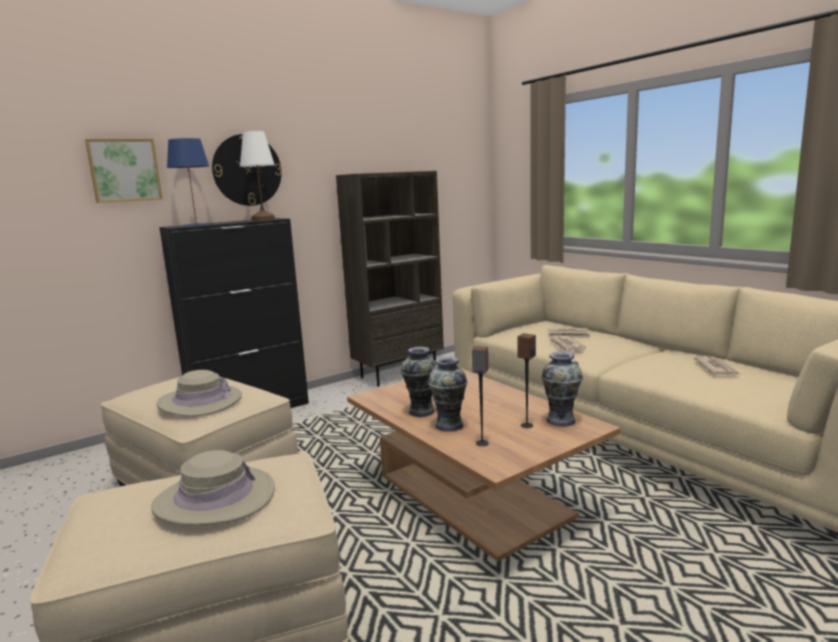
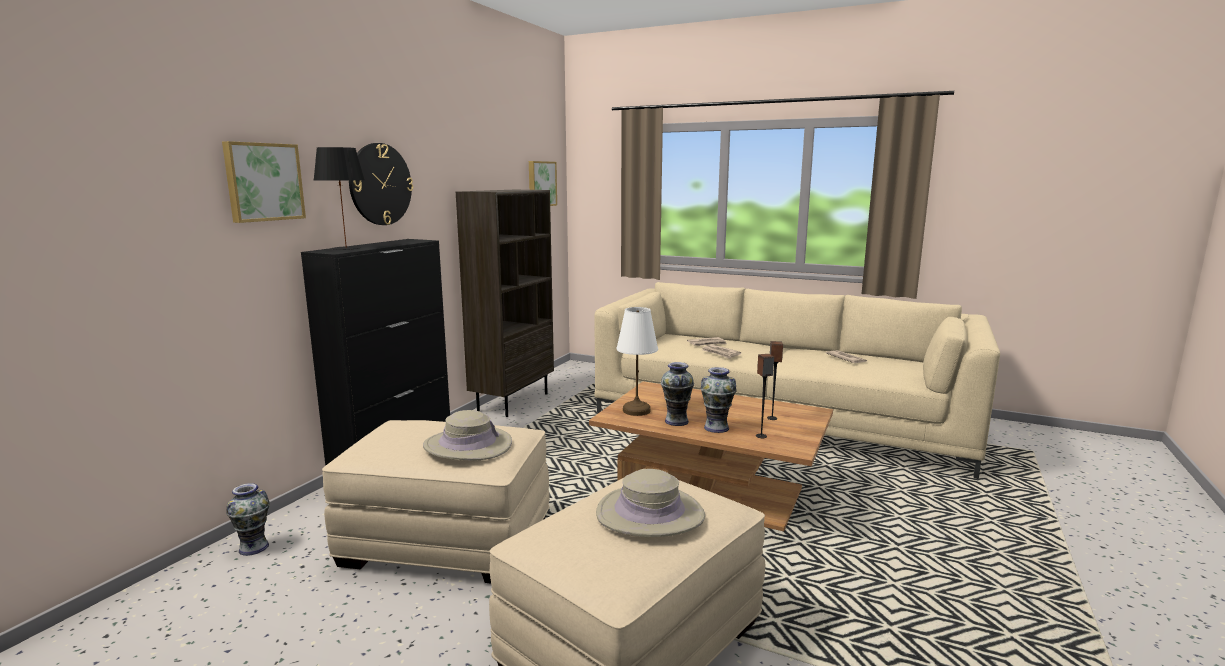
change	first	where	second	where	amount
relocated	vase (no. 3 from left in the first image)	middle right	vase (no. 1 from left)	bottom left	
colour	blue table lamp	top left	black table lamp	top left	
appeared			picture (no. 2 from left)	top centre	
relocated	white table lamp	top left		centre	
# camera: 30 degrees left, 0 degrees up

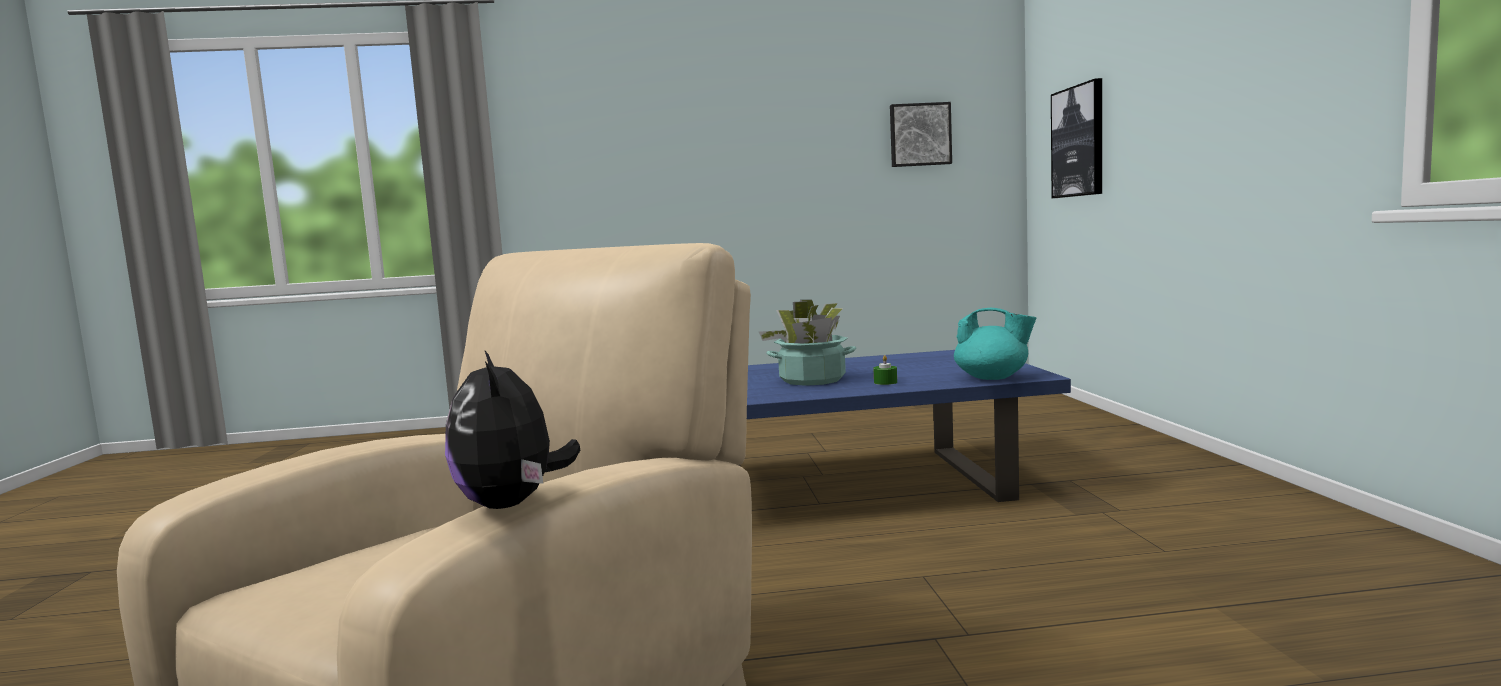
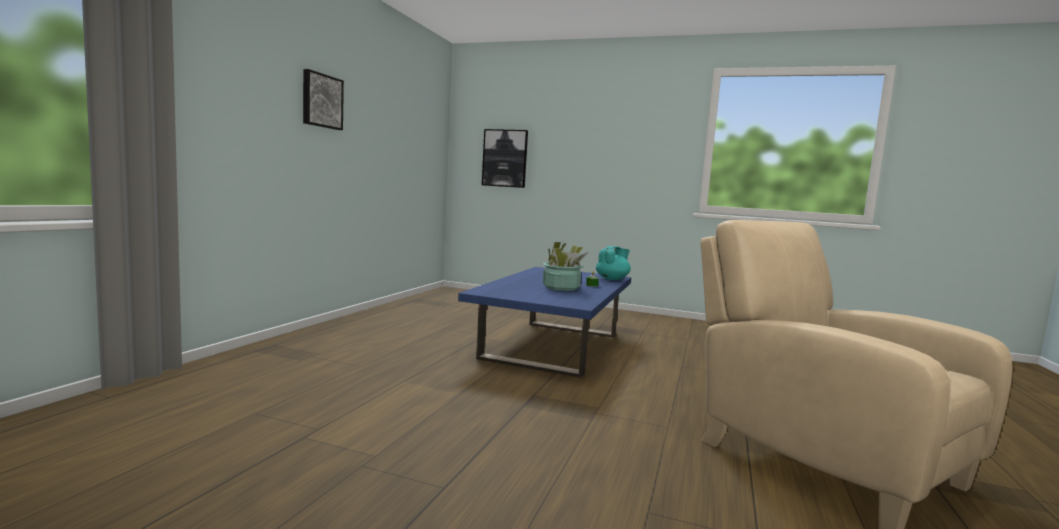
change	first	where	second	where	amount
relocated	picture (no. 1 from left)	top centre		top left	
missing	plush toy	centre			
# camera: 65 degrees left, 0 degrees up

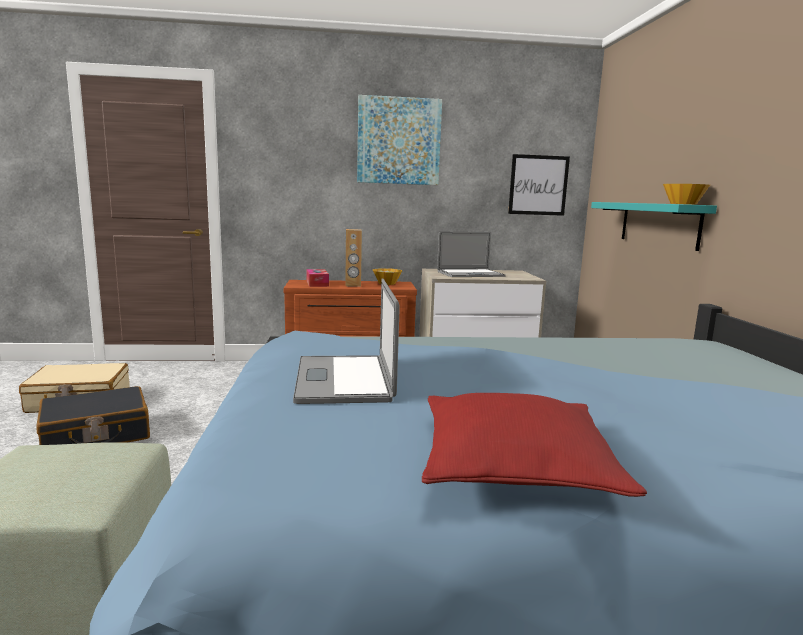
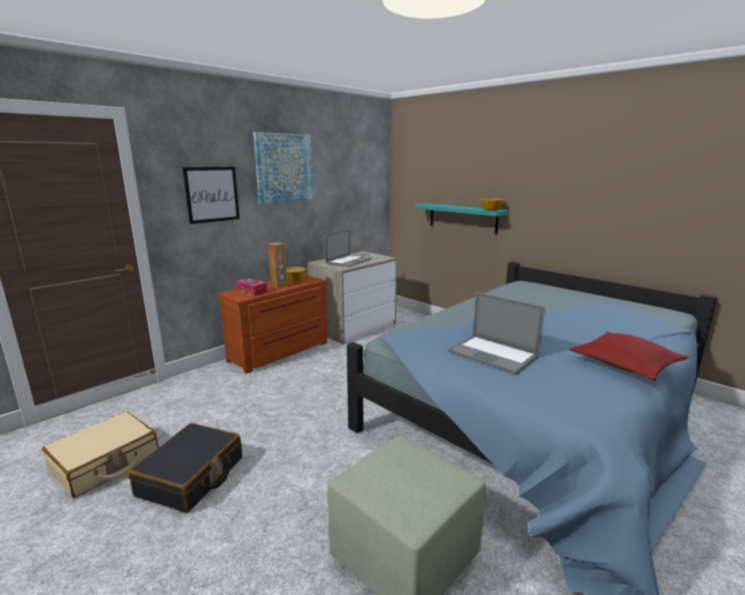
change	first	where	second	where	amount
relocated	picture (no. 2 from left in the first image)	top right	picture (no. 1 from left)	top left	
# camera: 40 degrees left, 5 degrees up

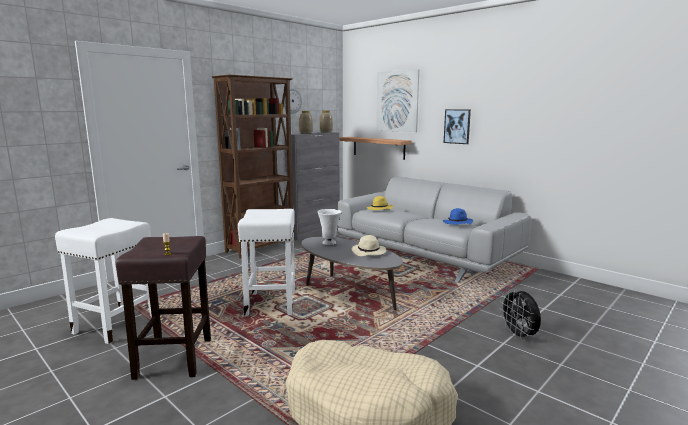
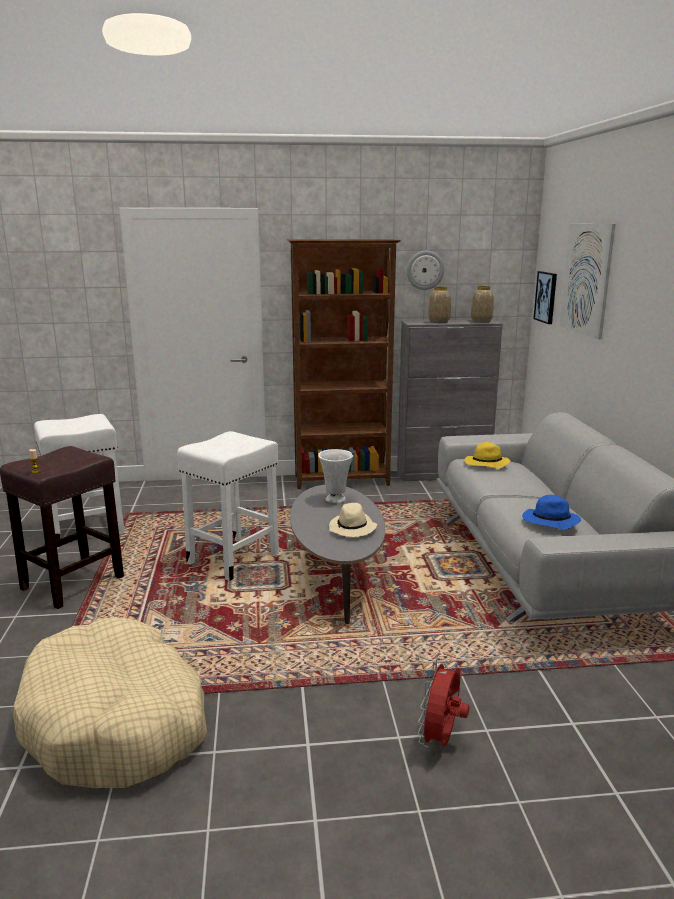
change	first	where	second	where	amount
colour	black fan	bottom right	red fan	bottom centre	
relocated	picture (no. 2 from left in the first image)	top centre	picture (no. 1 from left)	top right	
missing	shelf	centre			
# camera: 40 degrees right, 5 degrees up

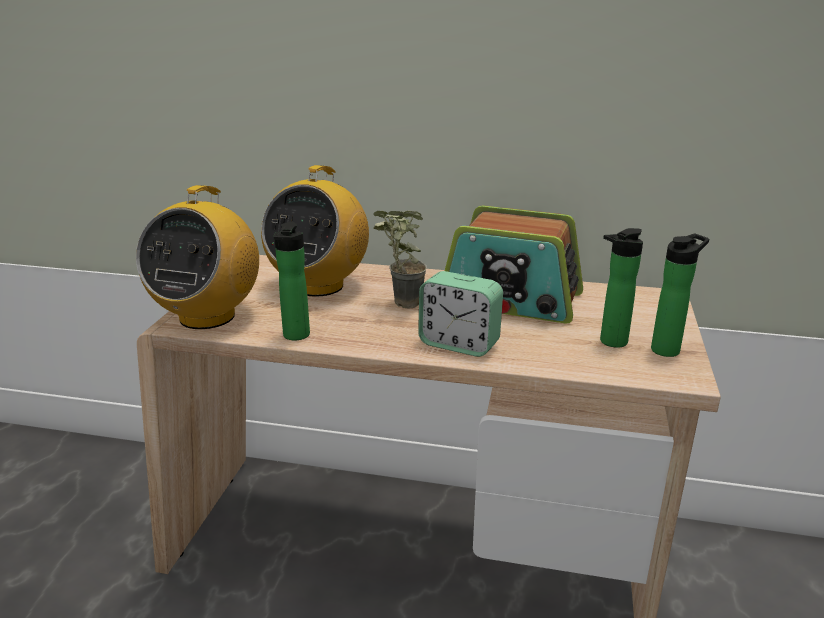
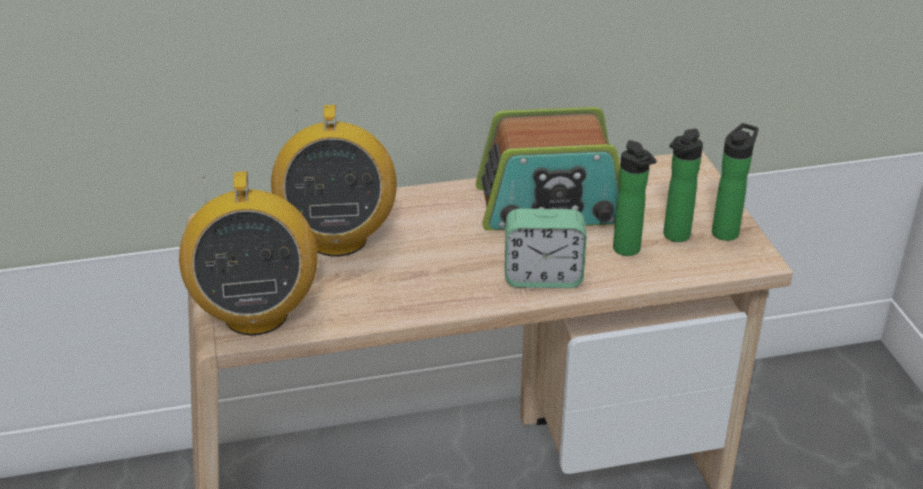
change	first	where	second	where	amount
relocated	bottle (no. 1 from left)	centre		middle right	
missing	potted plant	centre			
# camera: 25 degrees left, 10 degrees up

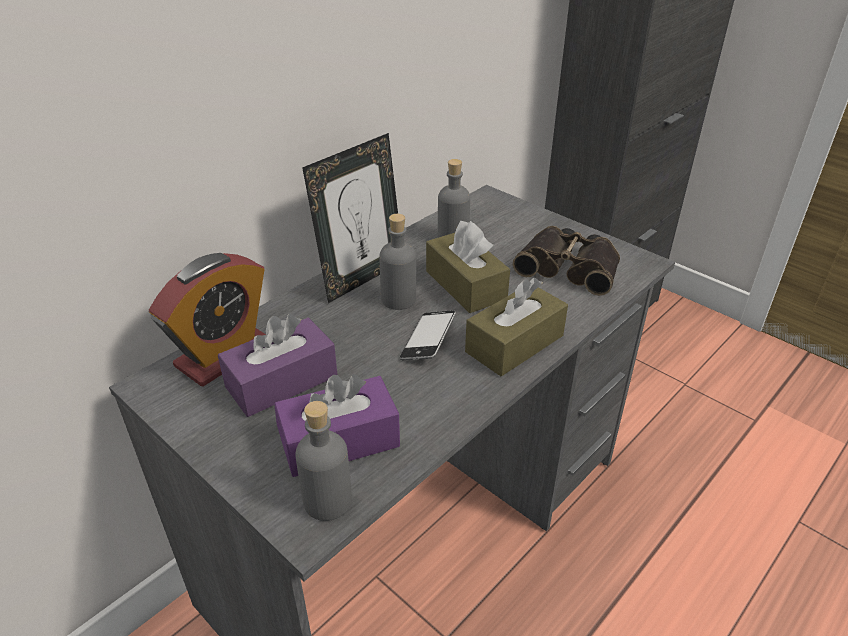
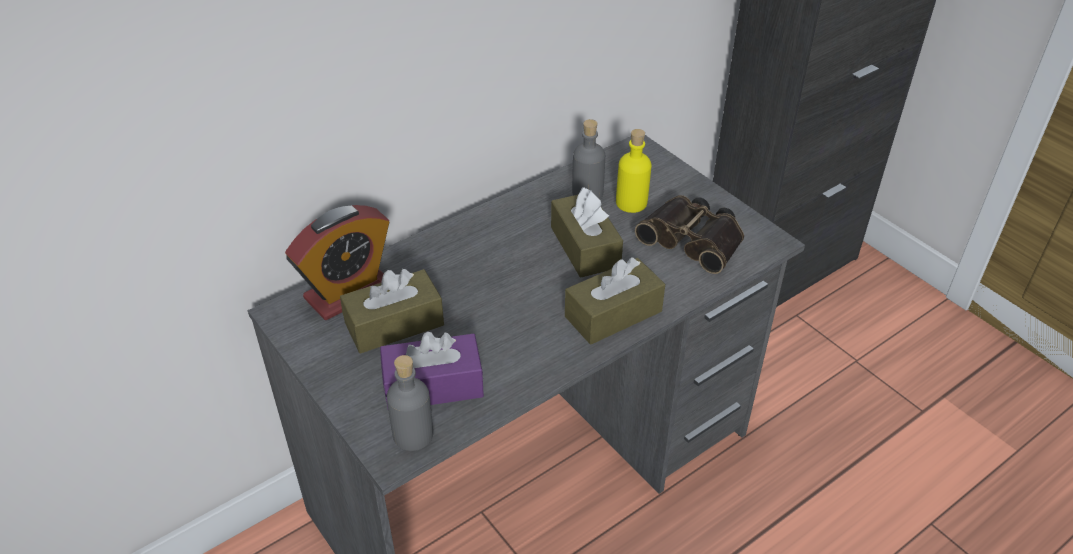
change	first	where	second	where	amount
colour	purple tissue box (no. 1 from left)	middle left	brown tissue box (no. 1 from left)	centre	
appeared			yellow bottle	top centre	
missing	picture frame	centre			
missing	grey bottle (no. 2 from left)	centre			
missing	phone	centre			
# camera: 10 degrees right, 5 degrees up

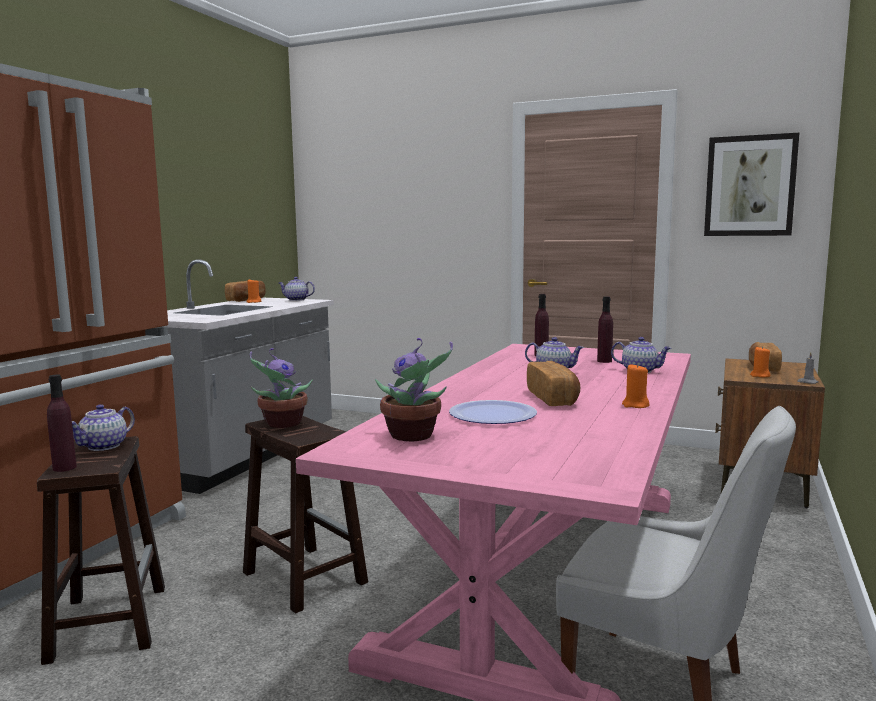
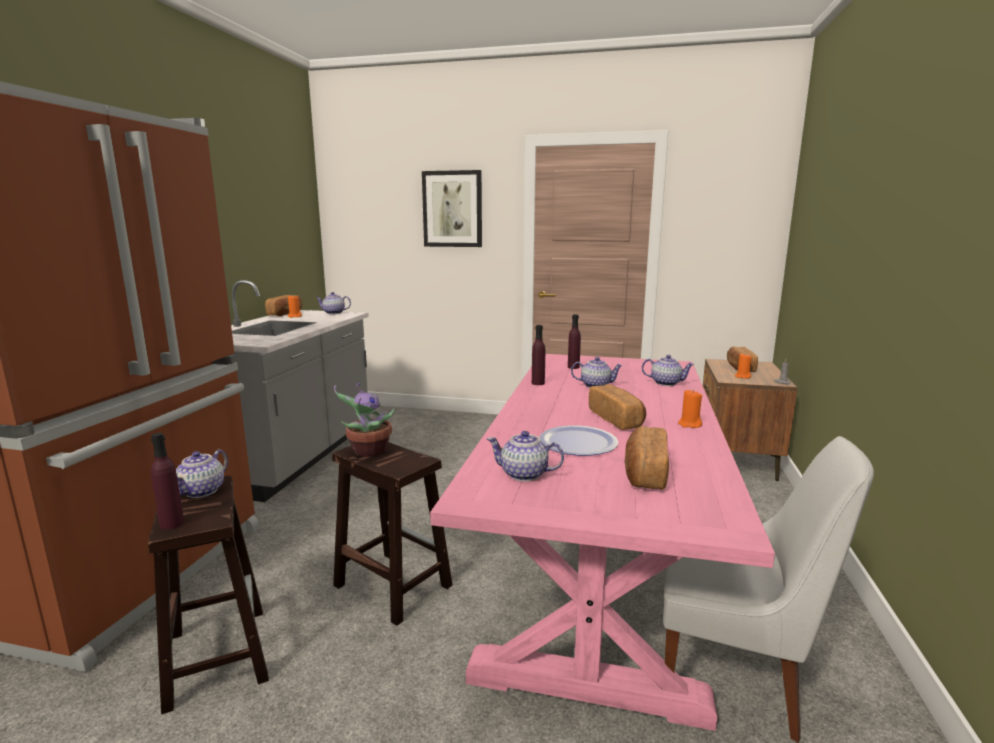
change	first	where	second	where	amount
relocated	picture	top right		top centre	
exchanged	potted plant (no. 2 from left)	centre	teapot (no. 3 from left)	centre	
relocated	purple bottle (no. 3 from left in the first image)	middle right	purple bottle (no. 2 from left)	centre	
appeared			bread (no. 3 from left)	centre	
# camera: 10 degrees left, 5 degrees up

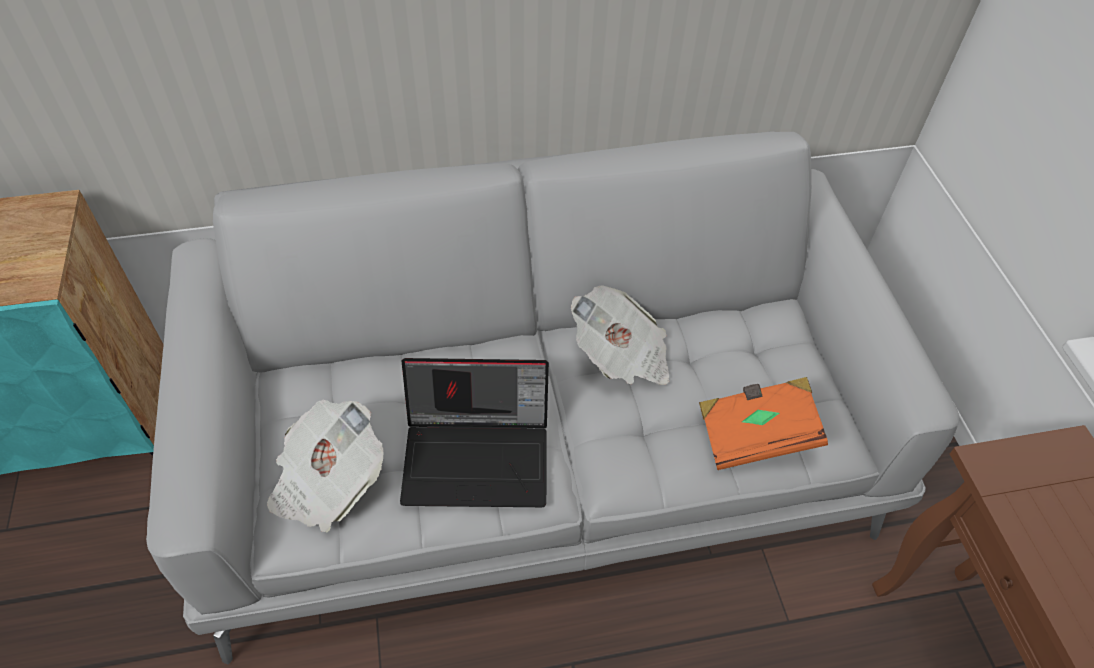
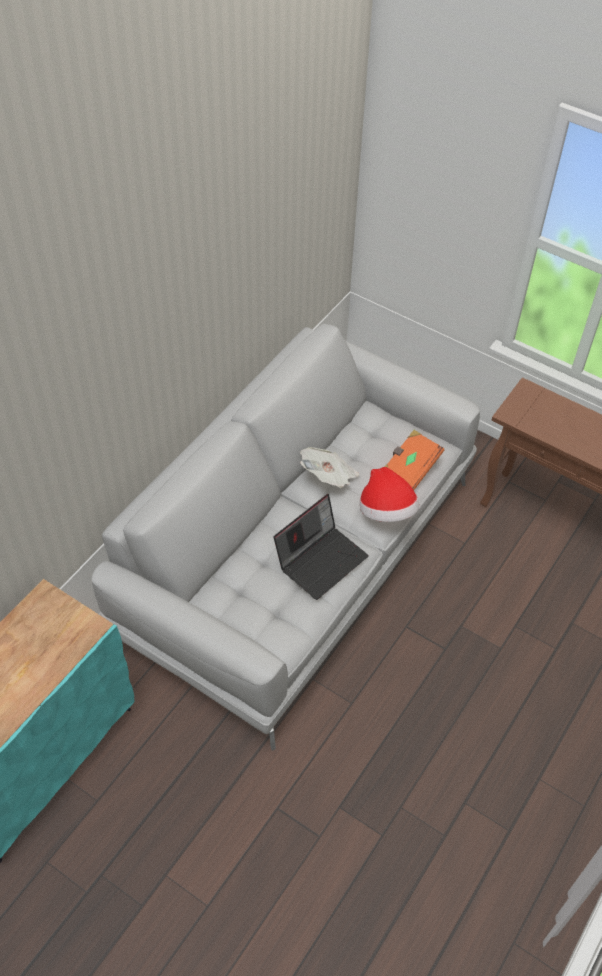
change	first	where	second	where	amount
appeared			hat	centre	
missing	newspaper (no. 1 from left)	bottom left			
# camera: 45 degrees left, 0 degrees up

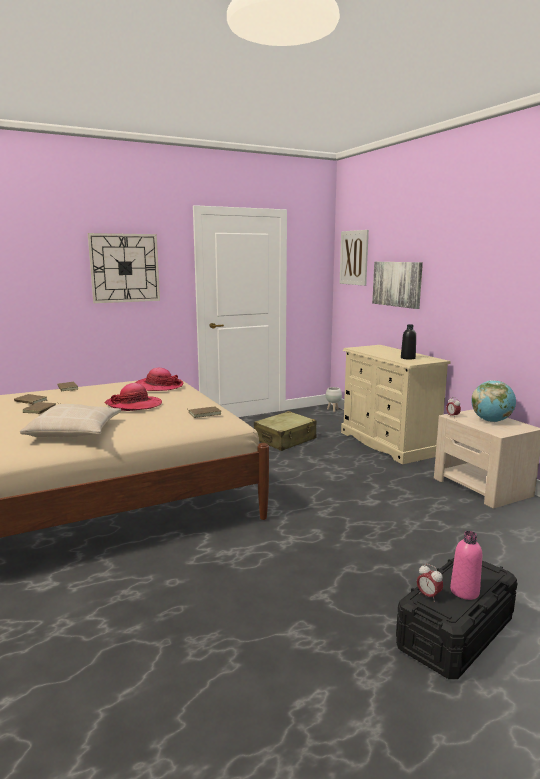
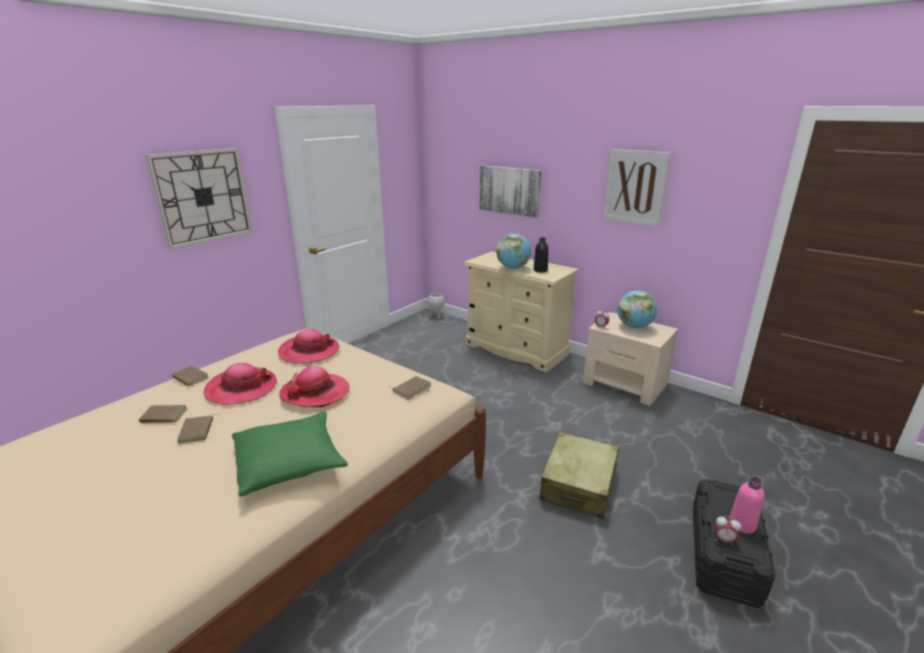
change	first	where	second	where	amount
appeared			hat (no. 1 from left)	middle left	
colour	beige pillow	middle left	green pillow	bottom left	
appeared			globe (no. 1 from left)	centre	
relocated	beige suitcase	centre		bottom centre	
relocated	picture (no. 1 from left in the first image)	top centre	picture (no. 2 from left)	top right	
# camera: 25 degrees left, 10 degrees up

